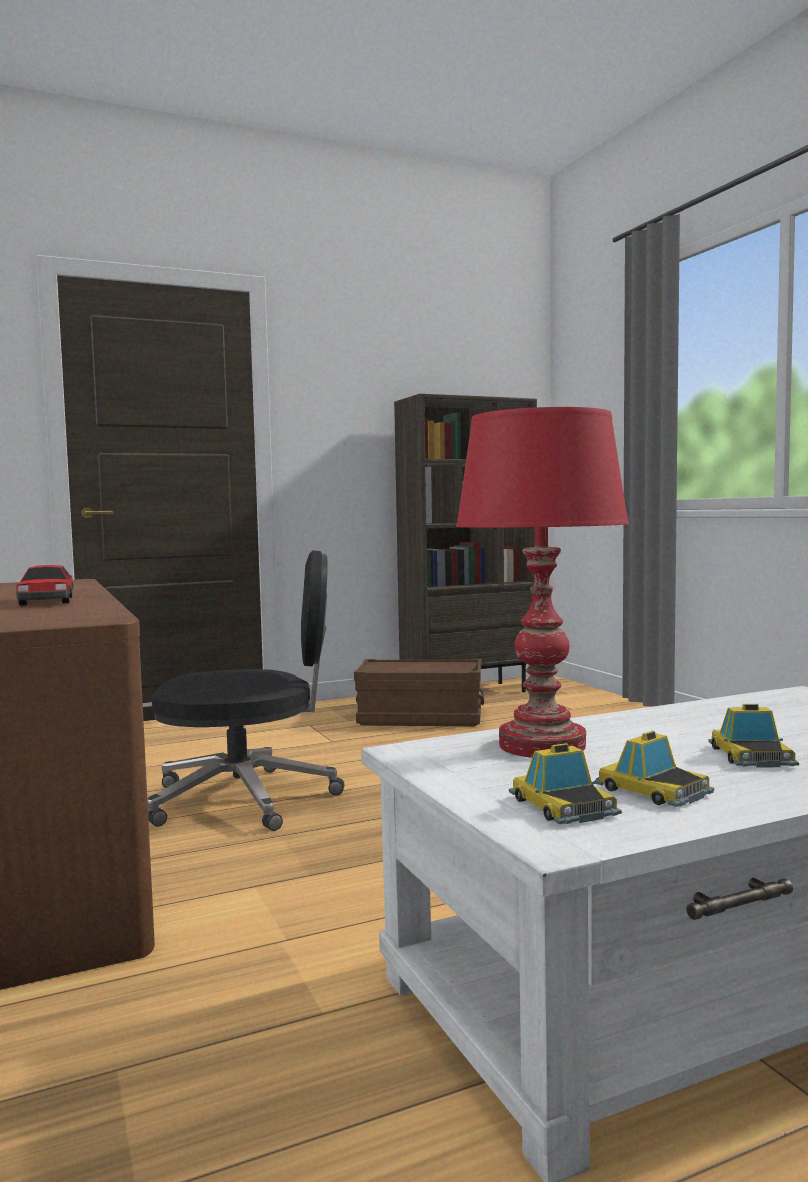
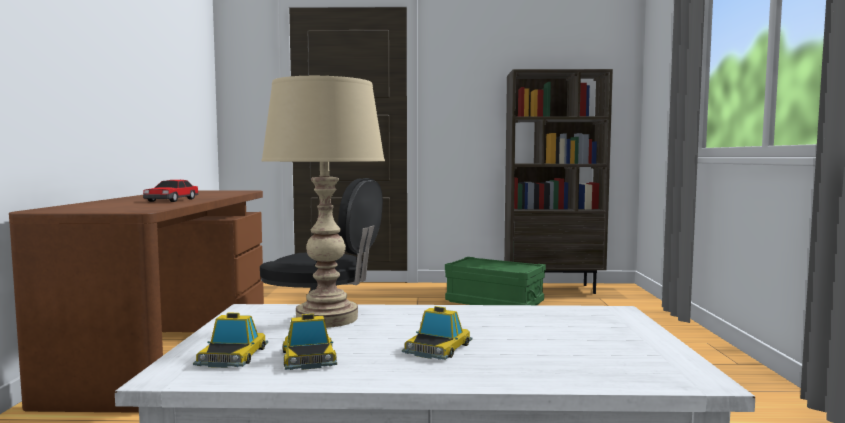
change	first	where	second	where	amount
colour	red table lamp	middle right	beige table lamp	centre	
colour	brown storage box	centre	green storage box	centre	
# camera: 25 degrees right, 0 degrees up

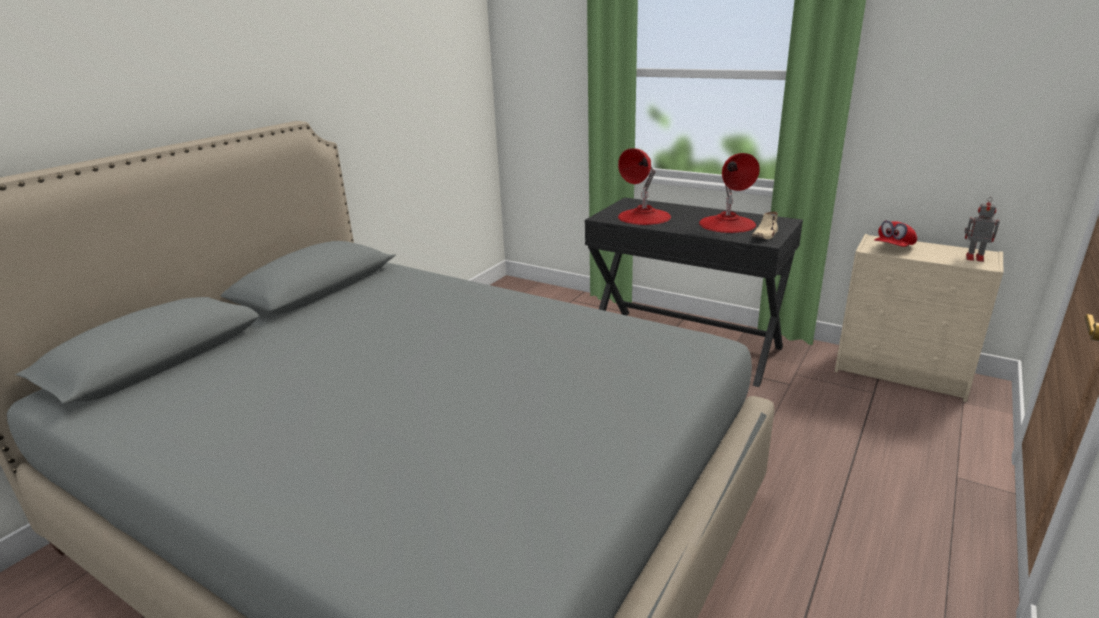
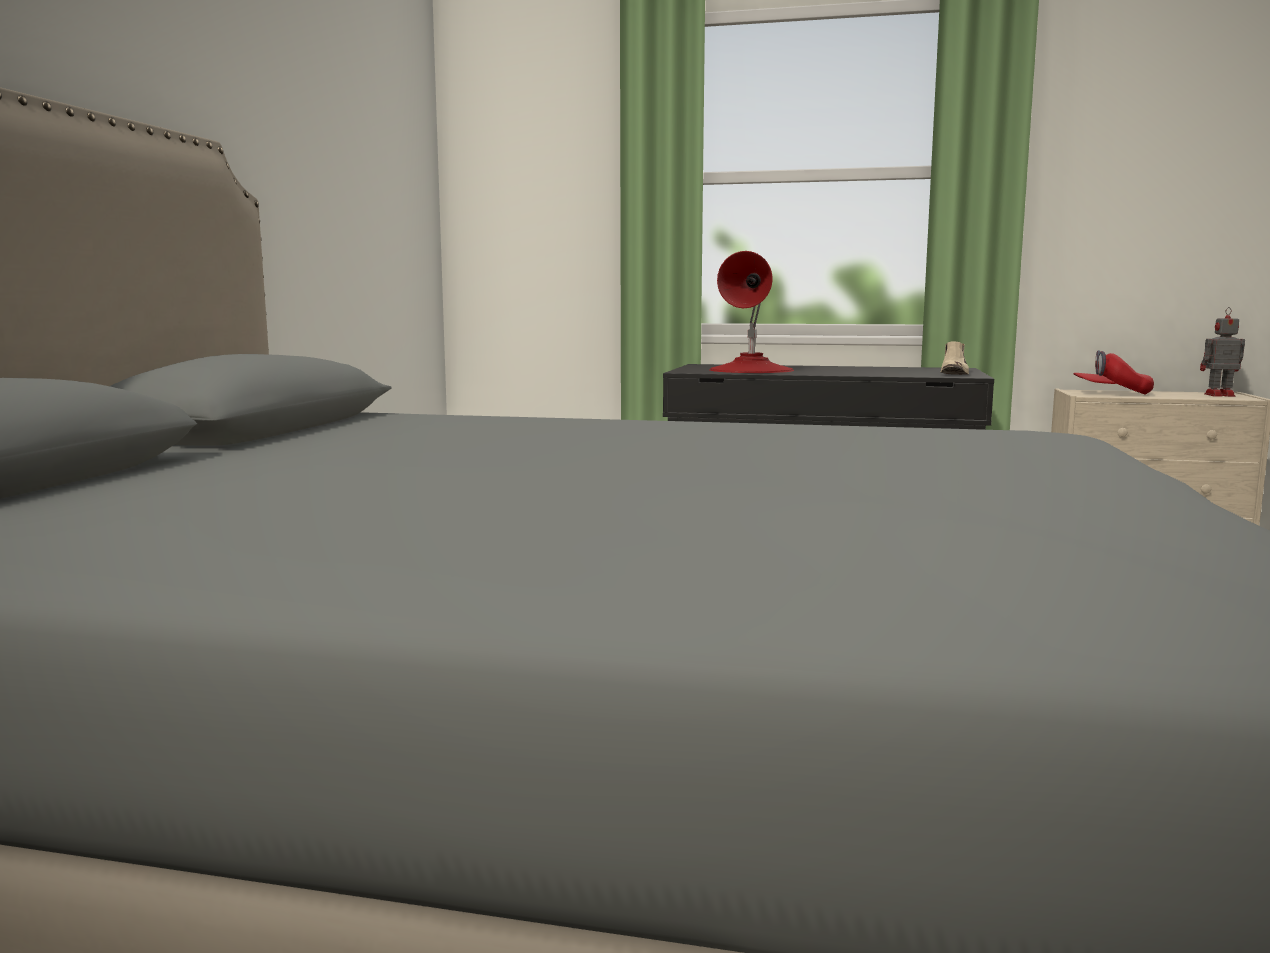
change	first	where	second	where	amount
spun	red cap	middle right		middle right	75 degrees clockwise
missing	red table lamp (no. 2 from left)	top centre			
# camera: 20 degrees left, 15 degrees down

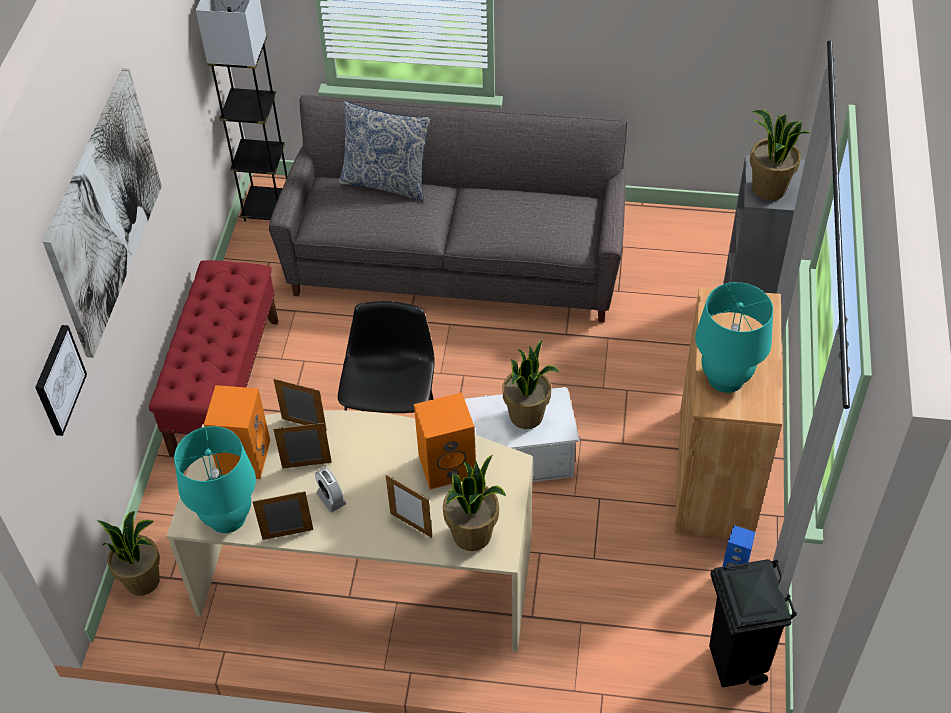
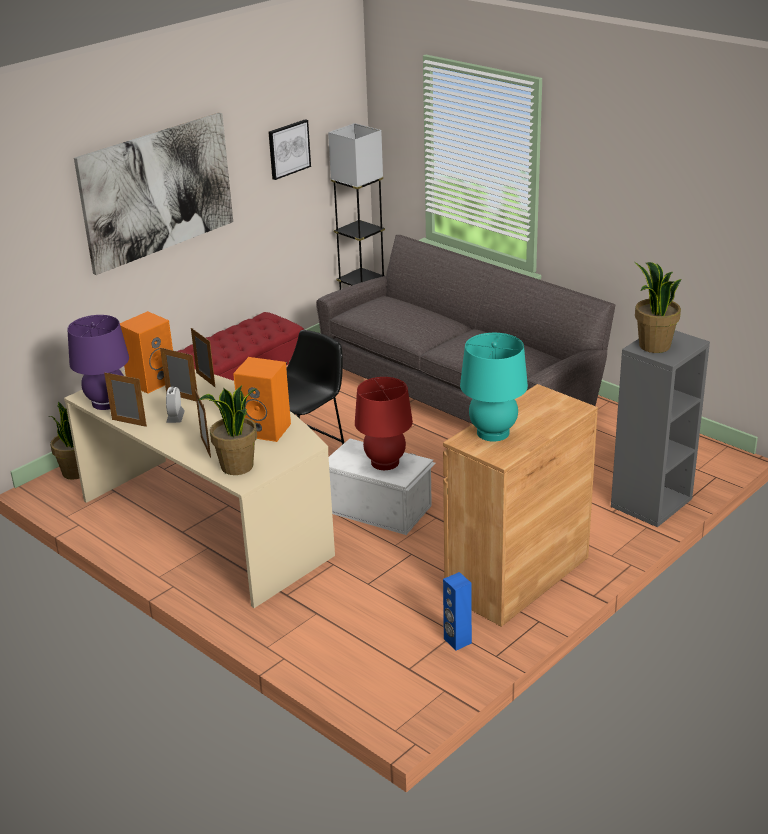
change	first	where	second	where	amount
colour	turquoise table lamp (no. 1 from left)	bottom left	purple table lamp	middle left	
relocated	picture (no. 1 from left in the first image)	middle left	picture (no. 2 from left)	top centre	
exchanged	potted plant (no. 3 from left)	centre	red table lamp	centre	
missing	pillow	top centre			
missing	black trash can	bottom right			
# camera: 35 degrees right, 20 degrees down

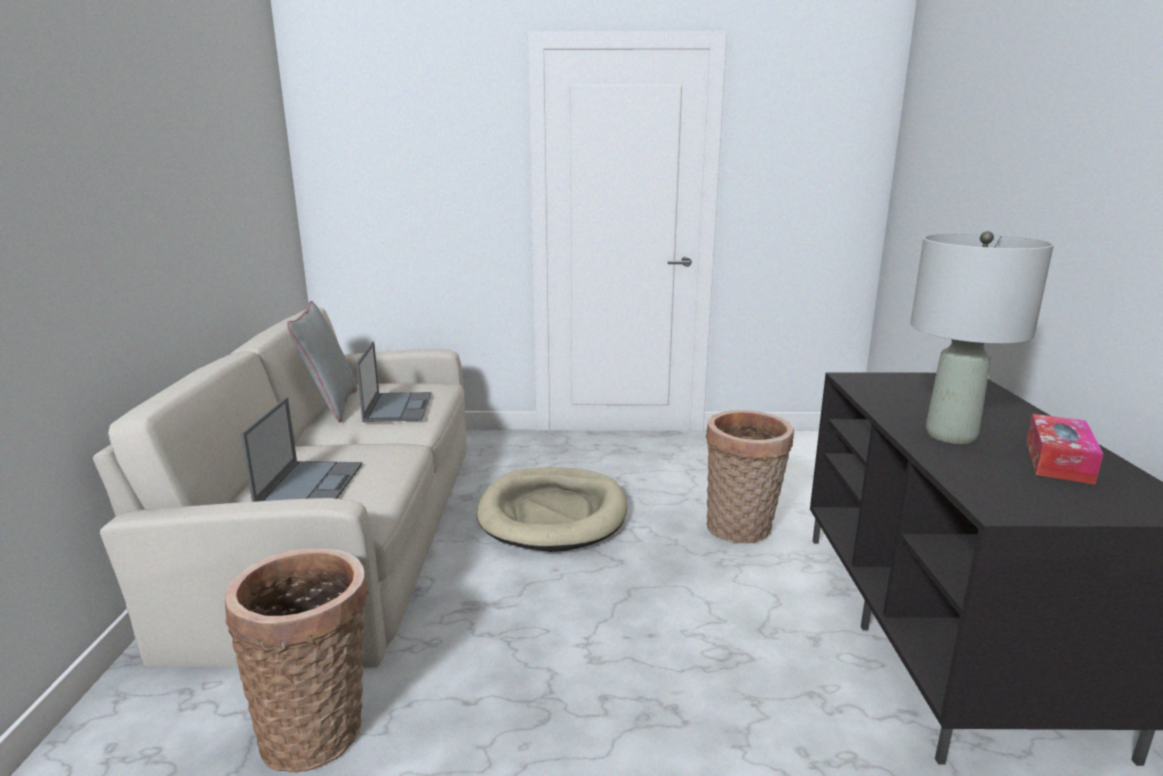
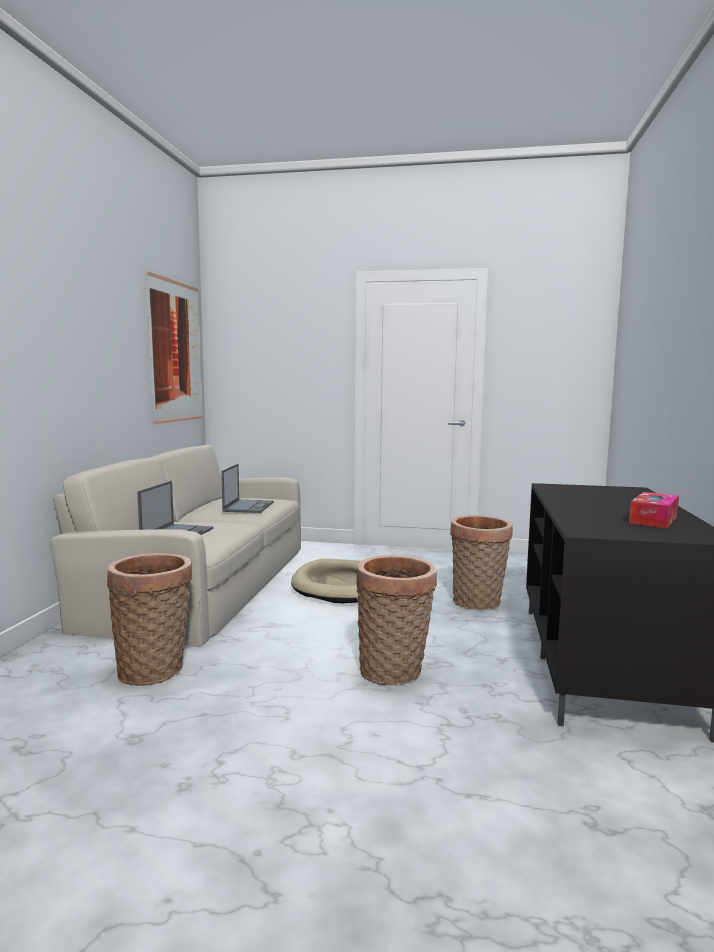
change	first	where	second	where	amount
appeared			picture	middle left	
appeared			basket (no. 2 from left)	centre	
missing	grey pillow	middle left			
missing	grey table lamp	middle right			
# camera: 10 degrees right, 10 degrees down

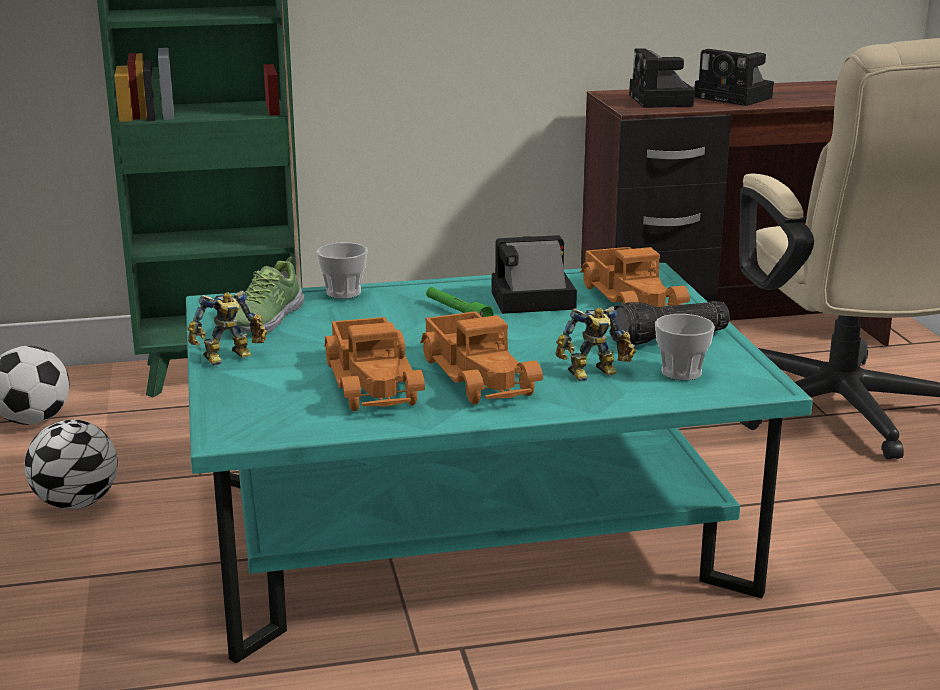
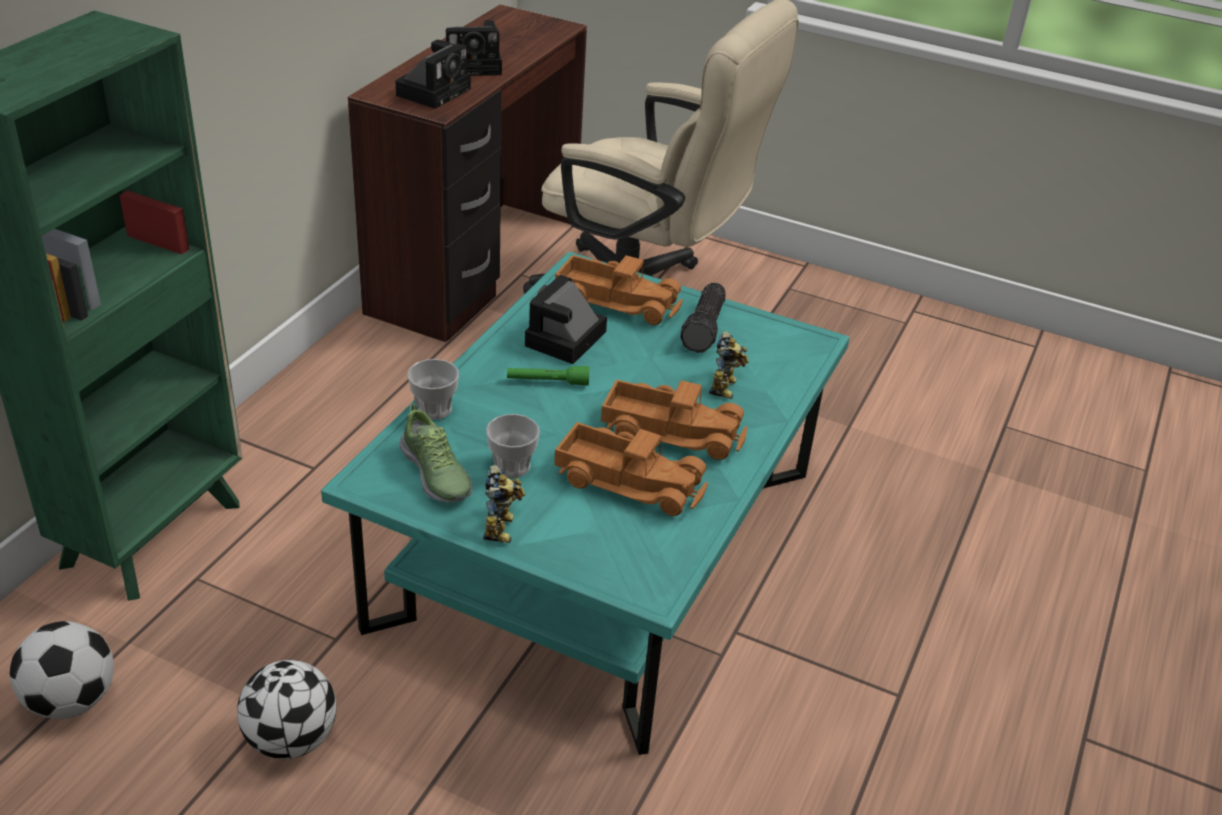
change	first	where	second	where	amount
spun	photo camera (no. 2 from left in the first image)	top right	photo camera (no. 1 from left)	top centre	90 degrees counterclockwise
relocated	cup (no. 2 from left)	middle right		centre	
# camera: 55 degrees left, 15 degrees up

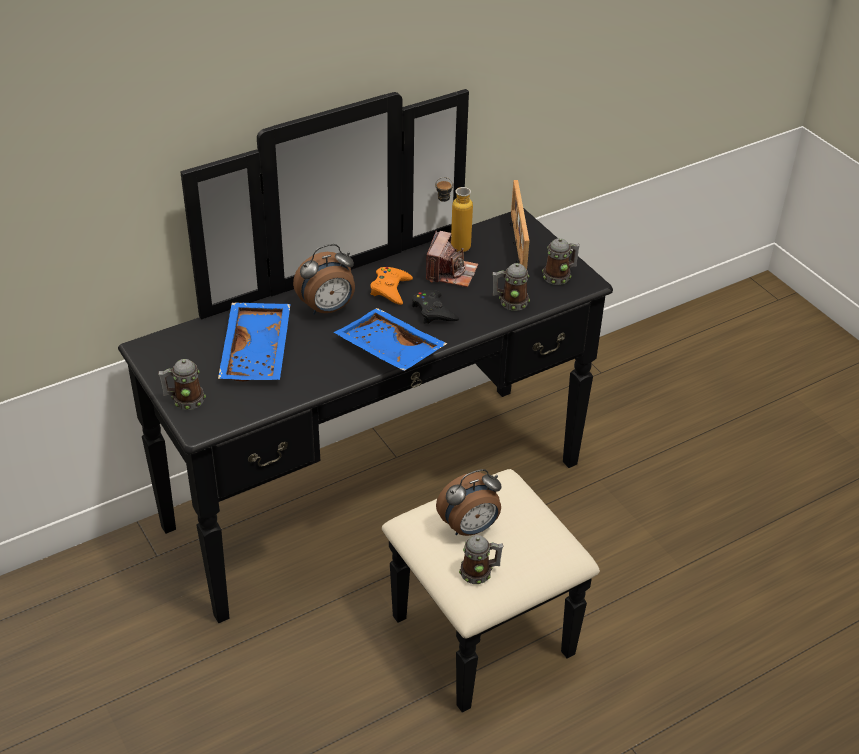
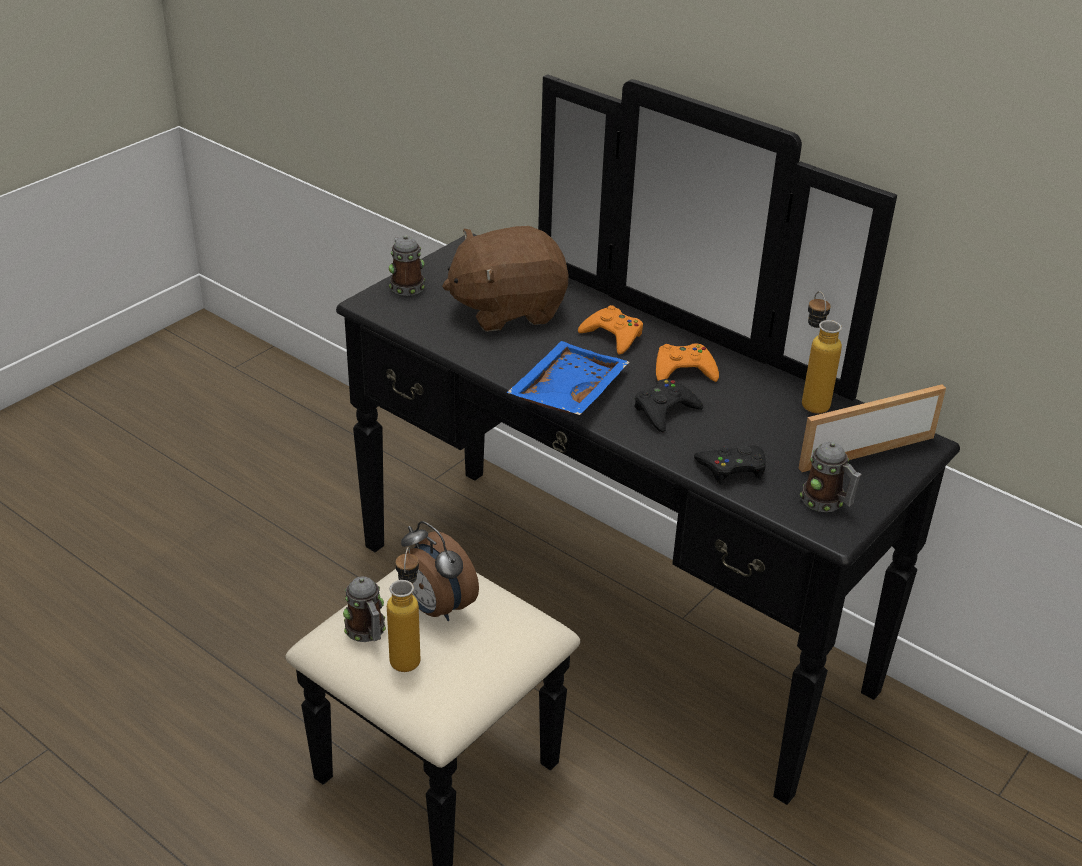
change	first	where	second	where	amount
appeared			bottle (no. 1 from left)	bottom centre	
exchanged	blue tray (no. 1 from left)	middle left	brown plush toy	top centre	
exchanged	alarm clock (no. 1 from left)	centre	orange game controller (no. 1 from left)	centre	
exchanged	mug (no. 3 from left)	centre	black game controller (no. 2 from left)	middle right	
missing	photo camera	centre			
# camera: 70 degrees right, 5 degrees down

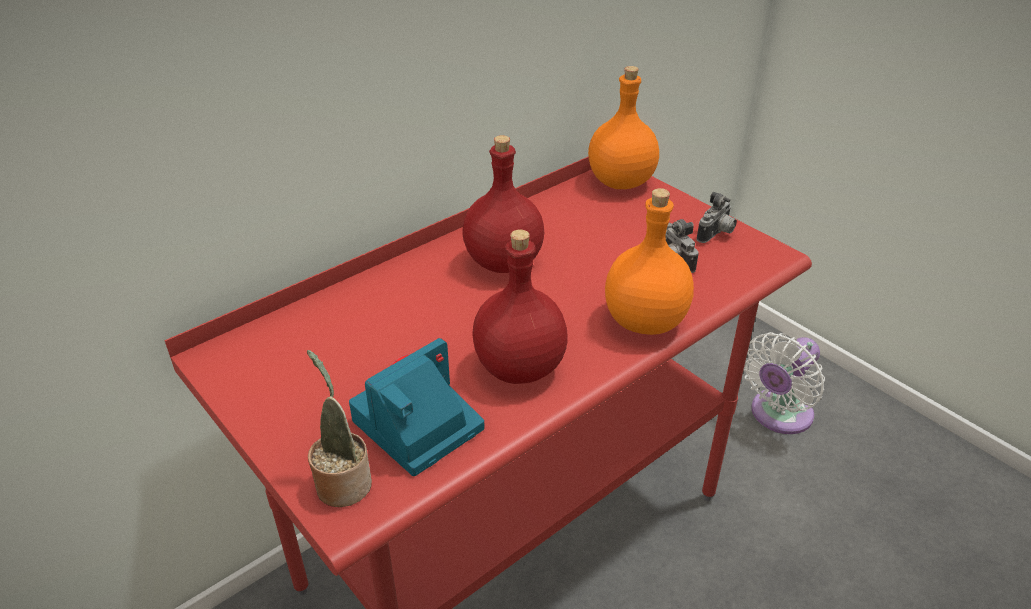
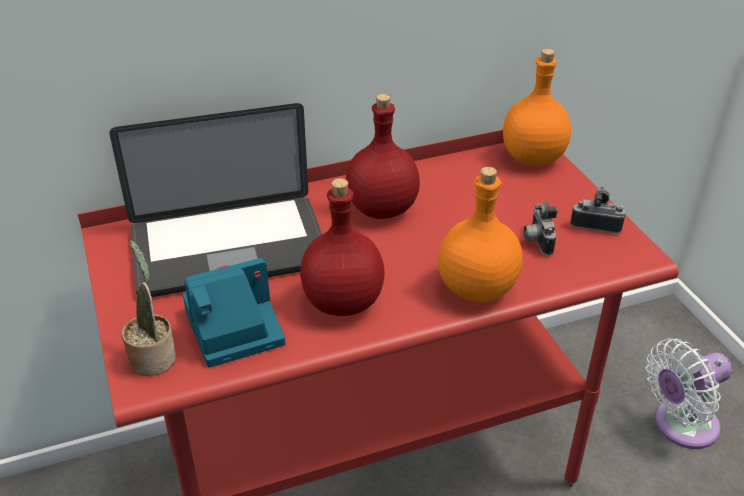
change	first	where	second	where	amount
appeared			laptop	middle left	
spun	photo camera (no. 3 from left)	middle right		middle right	135 degrees counterclockwise
# camera: 20 degrees right, 0 degrees up

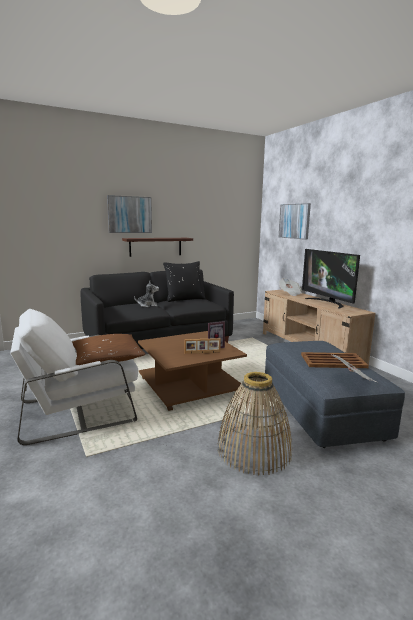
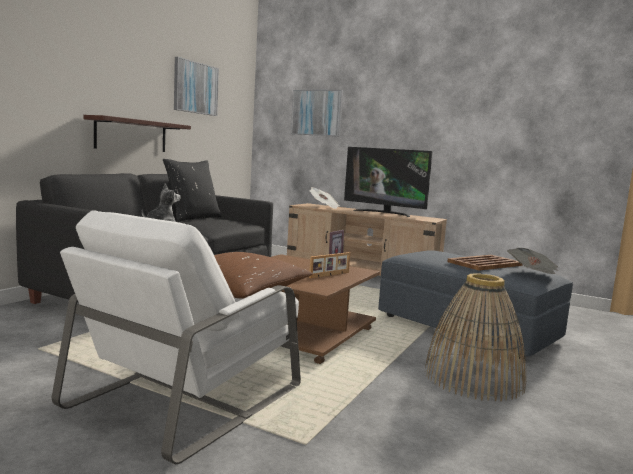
change	first	where	second	where	amount
relocated	picture (no. 1 from left)	middle left		top left	
# camera: 35 degrees left, 5 degrees down

